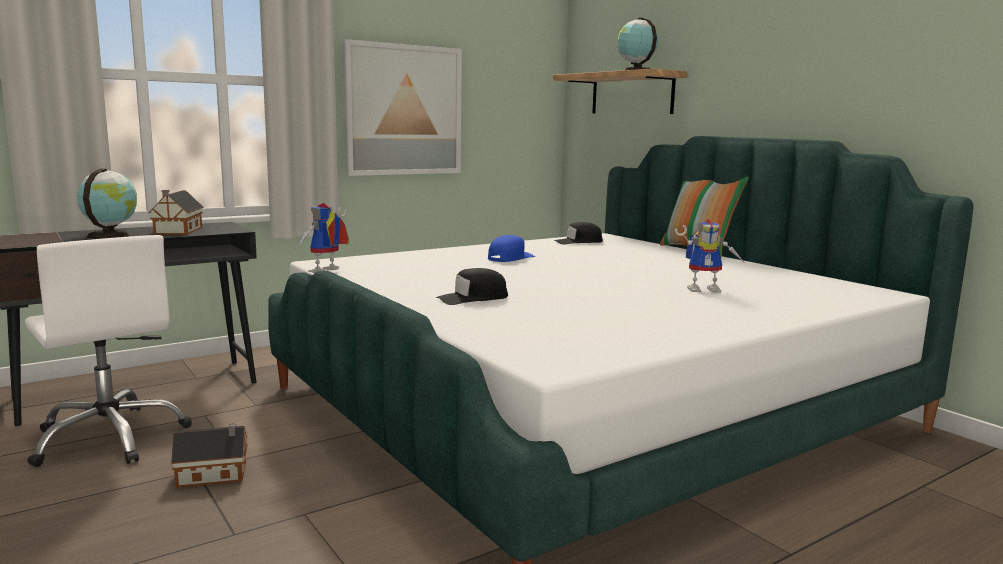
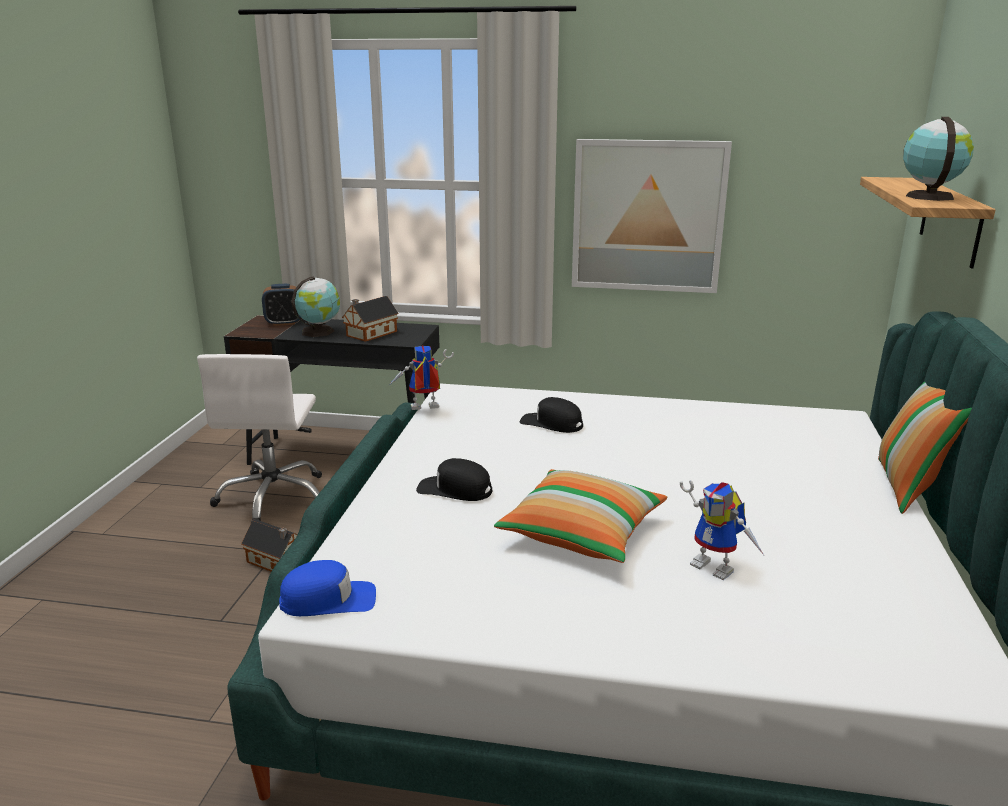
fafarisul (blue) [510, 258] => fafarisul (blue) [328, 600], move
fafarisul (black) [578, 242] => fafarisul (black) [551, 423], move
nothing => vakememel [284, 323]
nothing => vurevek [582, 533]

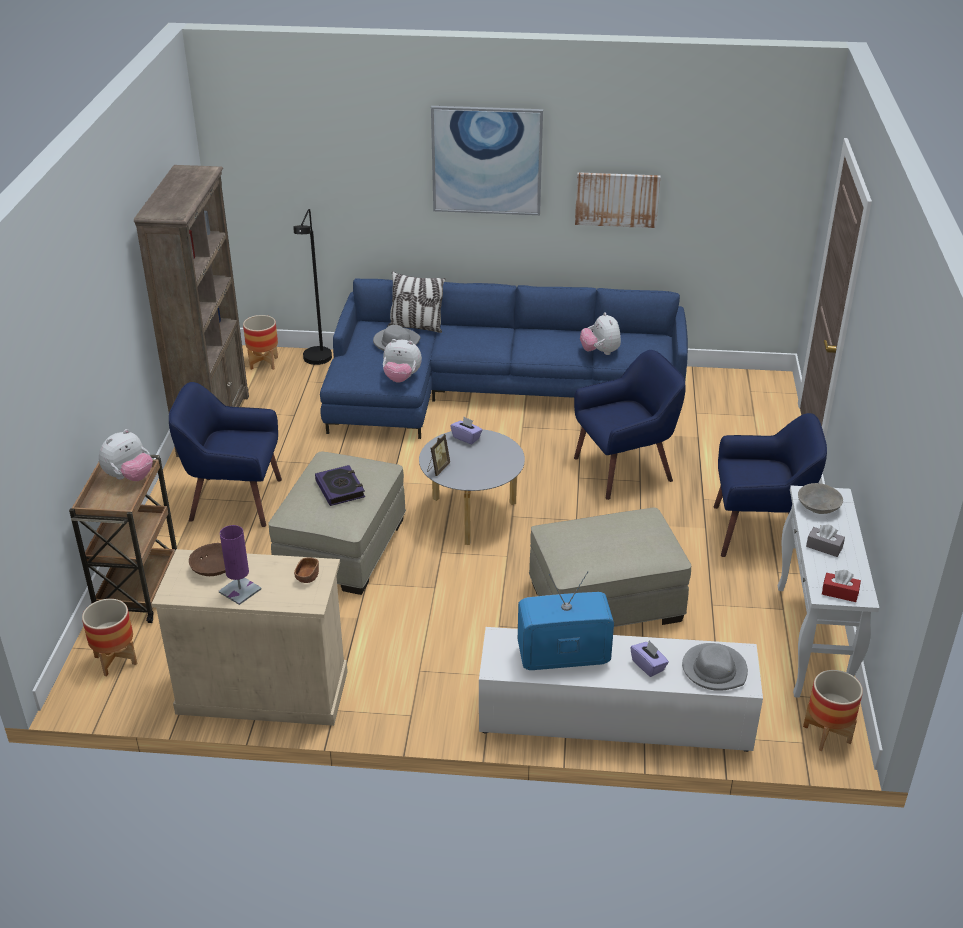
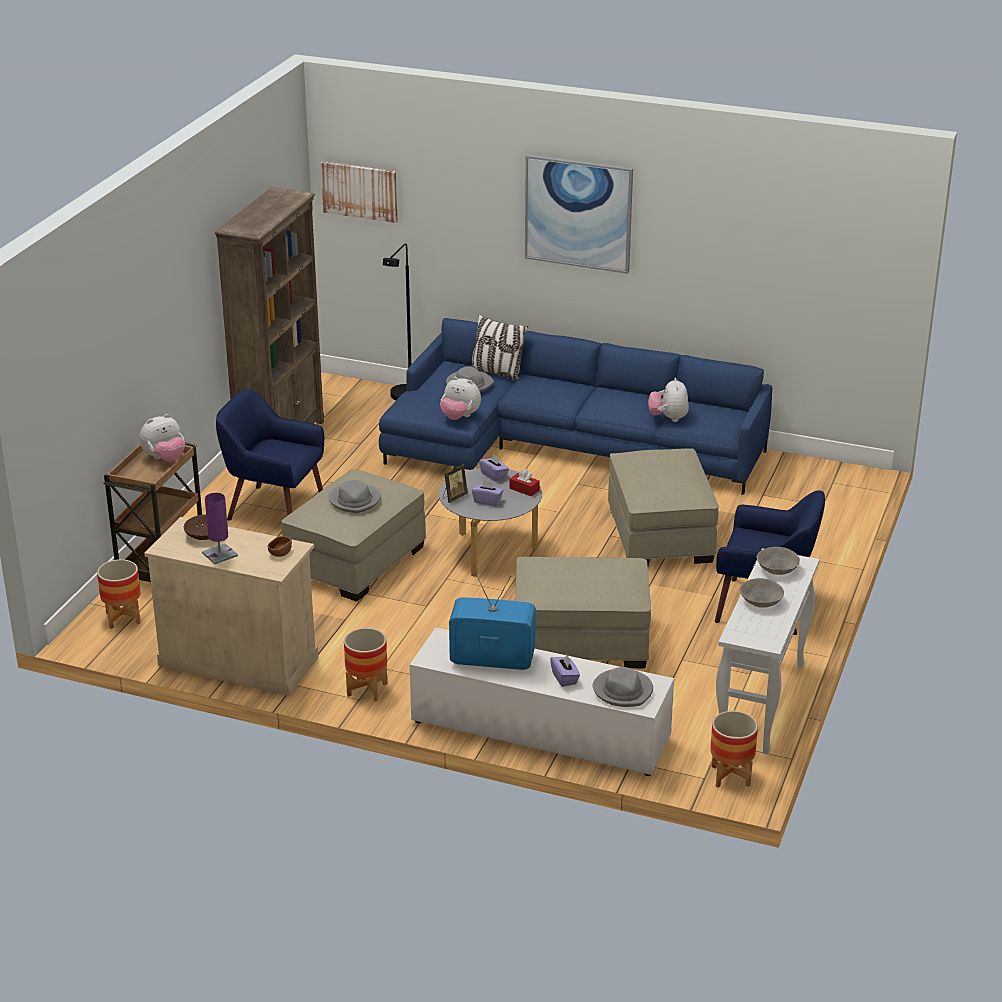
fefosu [263, 363] => fefosu [367, 689], move
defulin [340, 489] => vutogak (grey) [355, 500]
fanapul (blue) [624, 469] => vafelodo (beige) [660, 535]
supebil [617, 199] => supebil [360, 191], move
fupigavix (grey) [824, 547] => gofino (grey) [760, 601]
fupigavix (red) [839, 592] => fupigavix (red) [524, 489], move
nothing => fupigavix (purple) [487, 501]

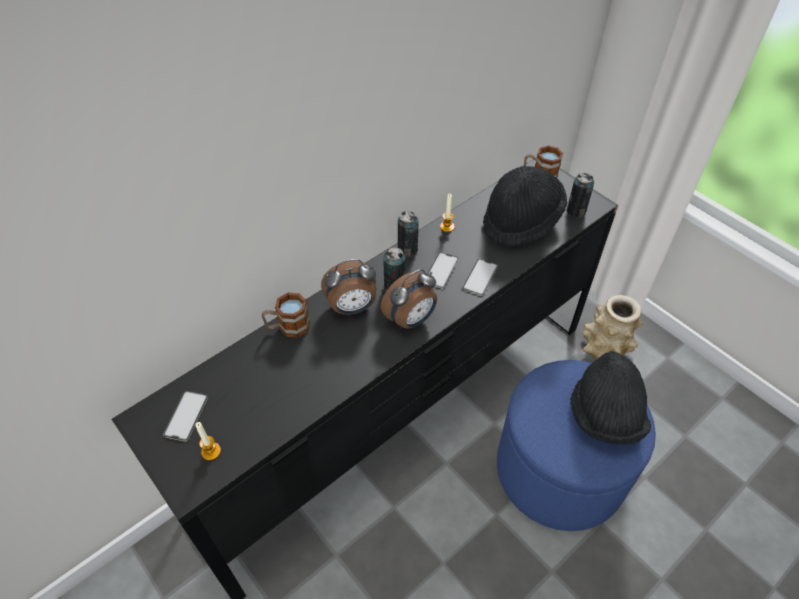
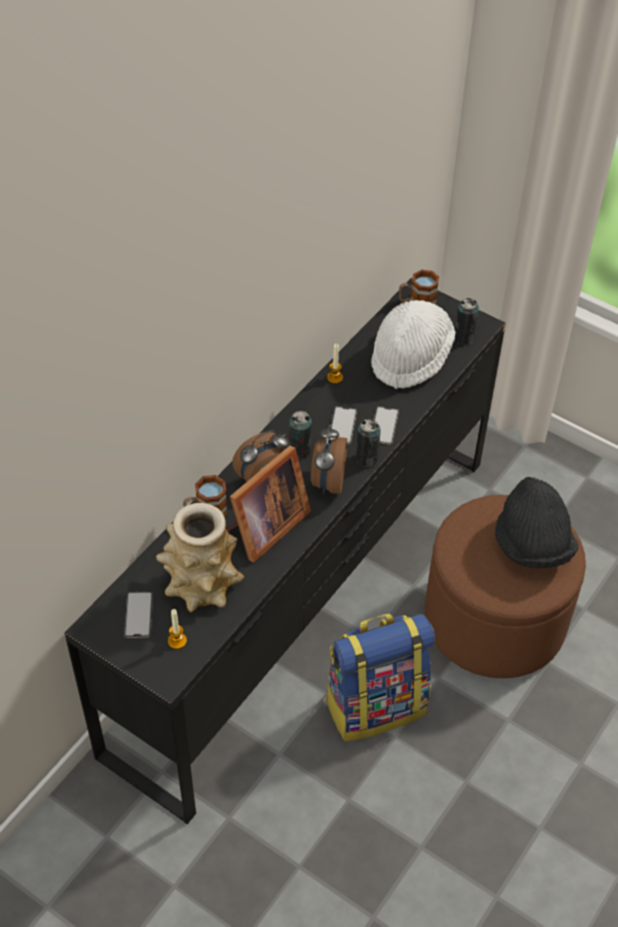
vakememel [411, 320] => vakememel [327, 482], 150 degrees clockwise
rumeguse [407, 250] => rumeguse [367, 458], move
vutogak (black) [521, 221] => vutogak (white) [410, 358]
vafelodo (blue) [560, 470] => vafelodo (brown) [494, 619]
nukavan [604, 349] => nukavan [201, 585], move
nothing => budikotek [263, 528]
nothing => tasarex [376, 705]

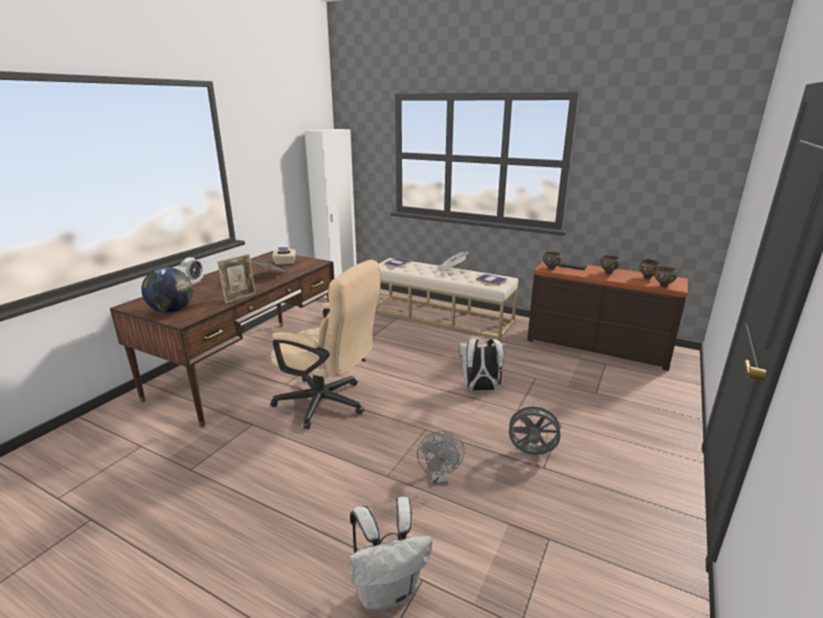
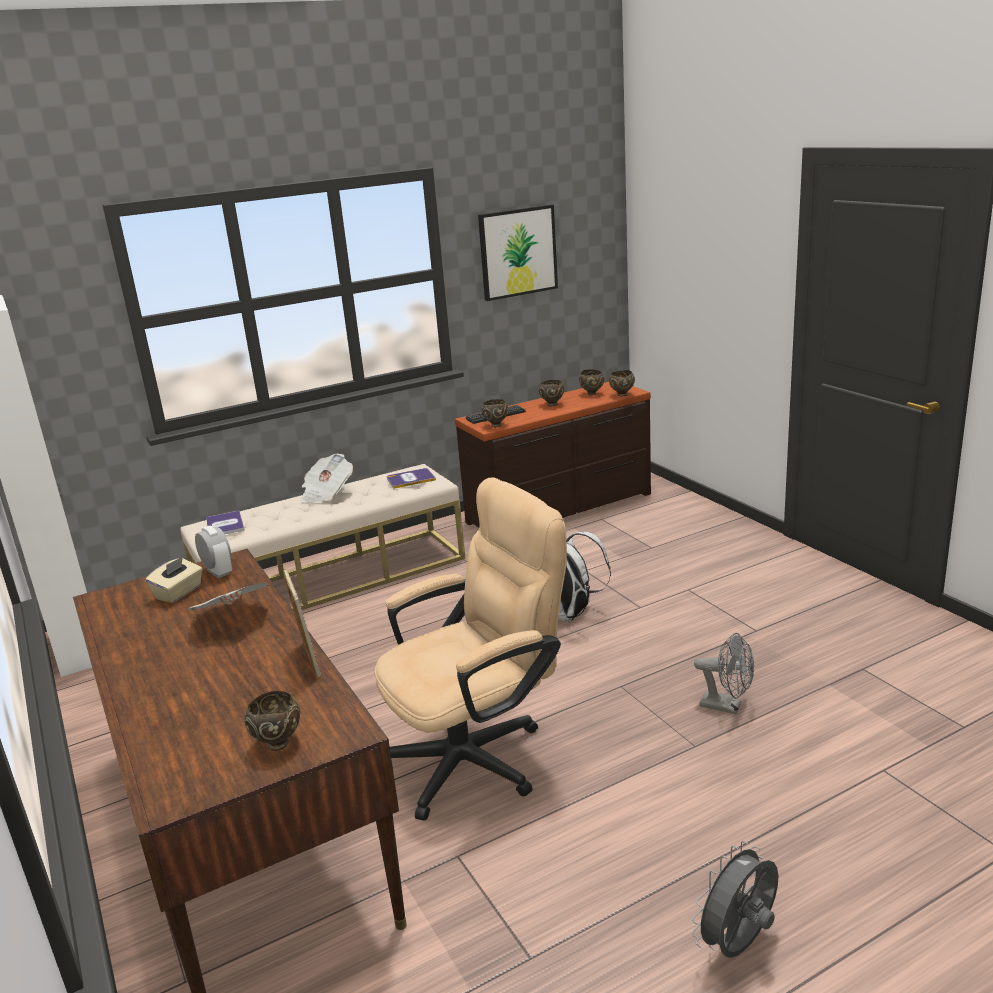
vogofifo [172, 311] => gofino (brown) [278, 743]
vakememel [193, 283] => vakememel [218, 572], move
tasarex (white) [388, 591] => nothing
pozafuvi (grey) [531, 453] => pozafuvi (grey) [739, 945], move
nothing => supebil [518, 252]

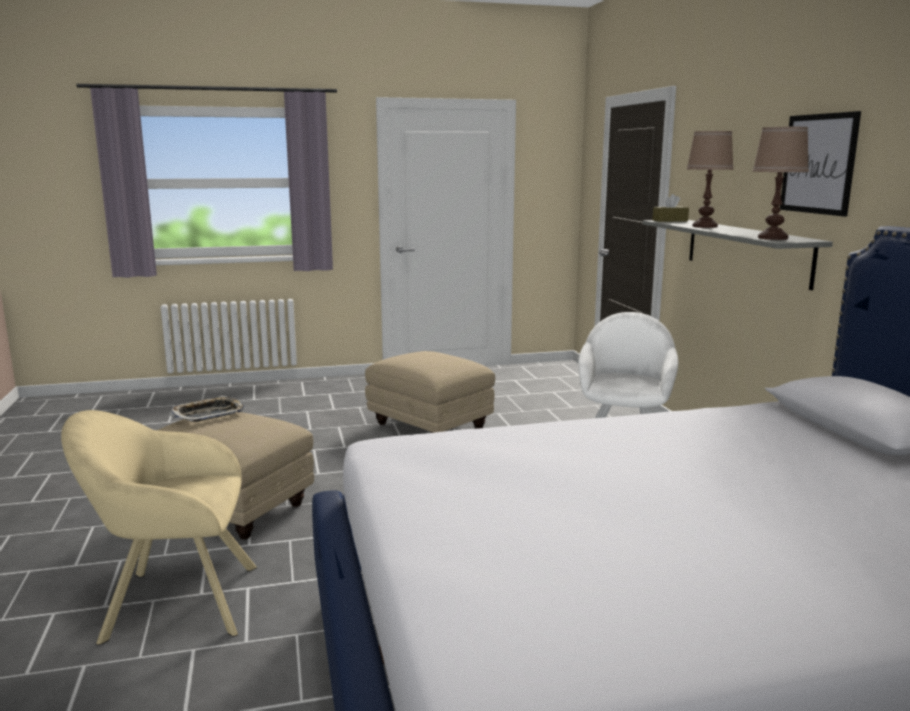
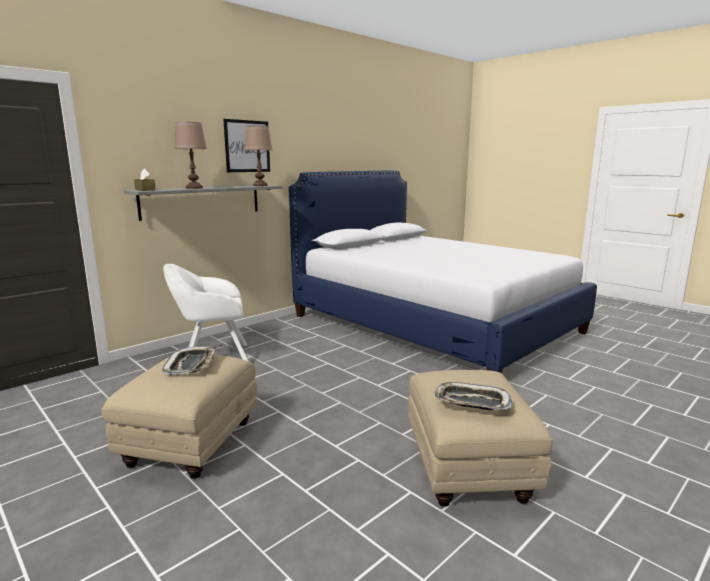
fanapul (beige) [173, 602] => nothing
nothing => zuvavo [191, 365]

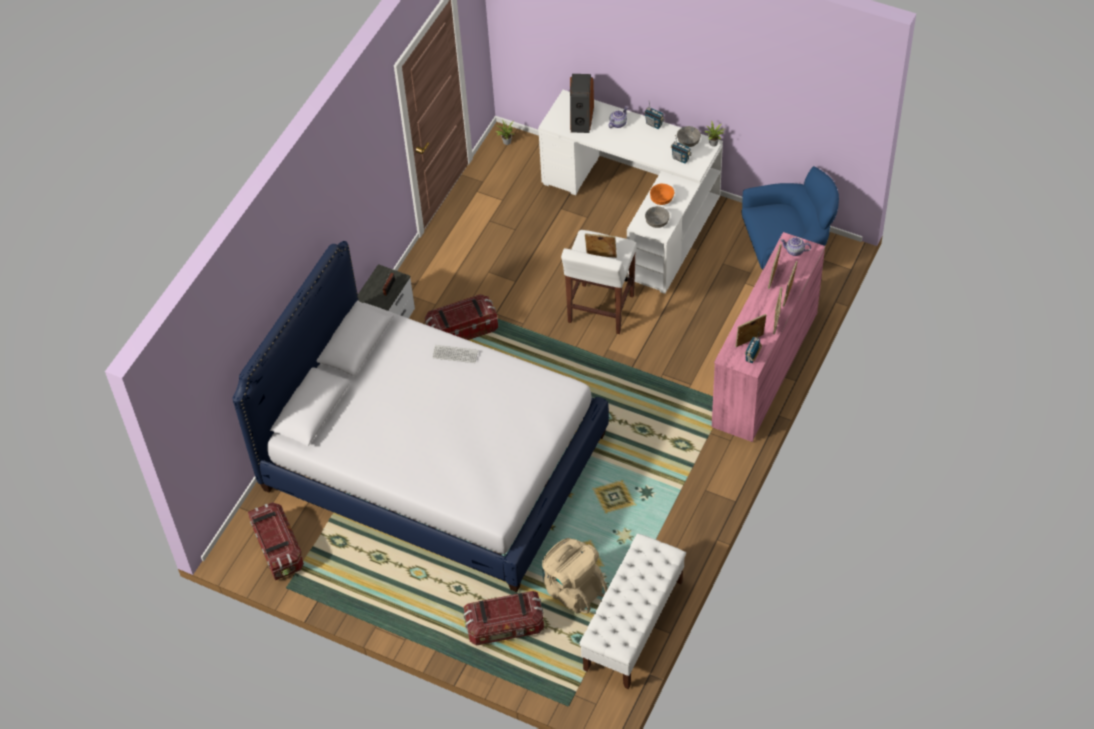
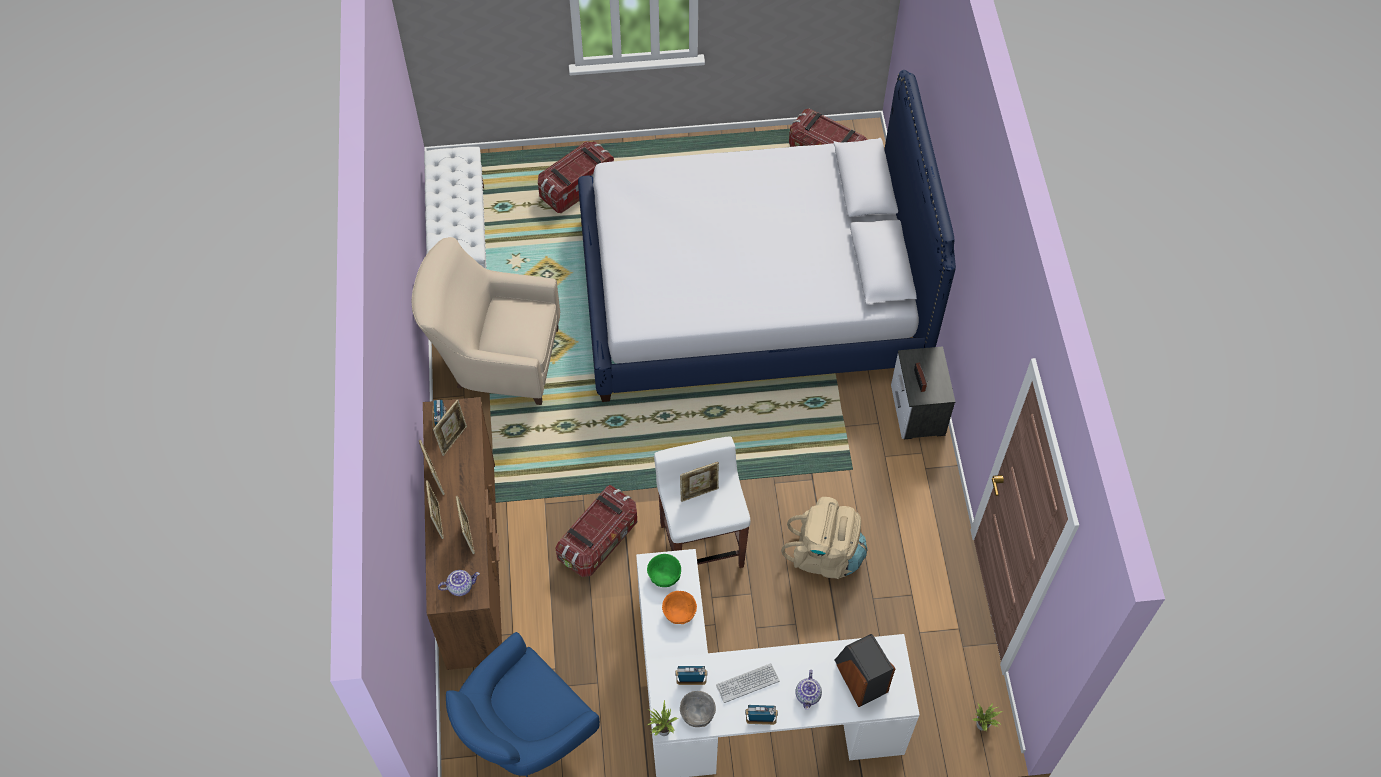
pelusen [462, 330] => pelusen [599, 540], move
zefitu [455, 354] => zefitu [747, 683], move
tasarex (beige) [572, 589] => tasarex (beige) [825, 555], move
gofino (grey) [656, 223] => gofino (green) [665, 575]
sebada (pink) [764, 369] => sebada (brown) [473, 563]
nothing => fanapul (beige) [495, 359]

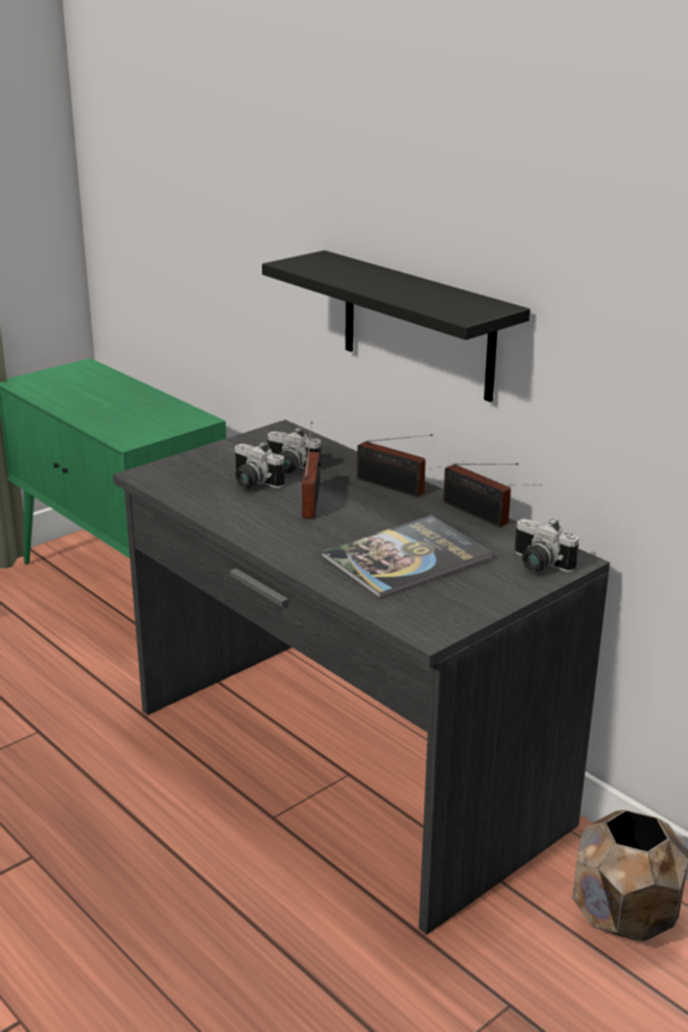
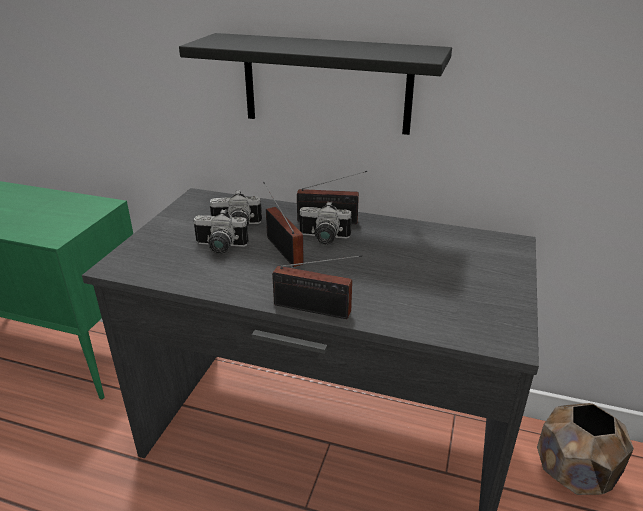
defulin [407, 558] => nothing
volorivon [478, 514] => volorivon [316, 310], move
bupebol [537, 565] => bupebol [323, 239], move

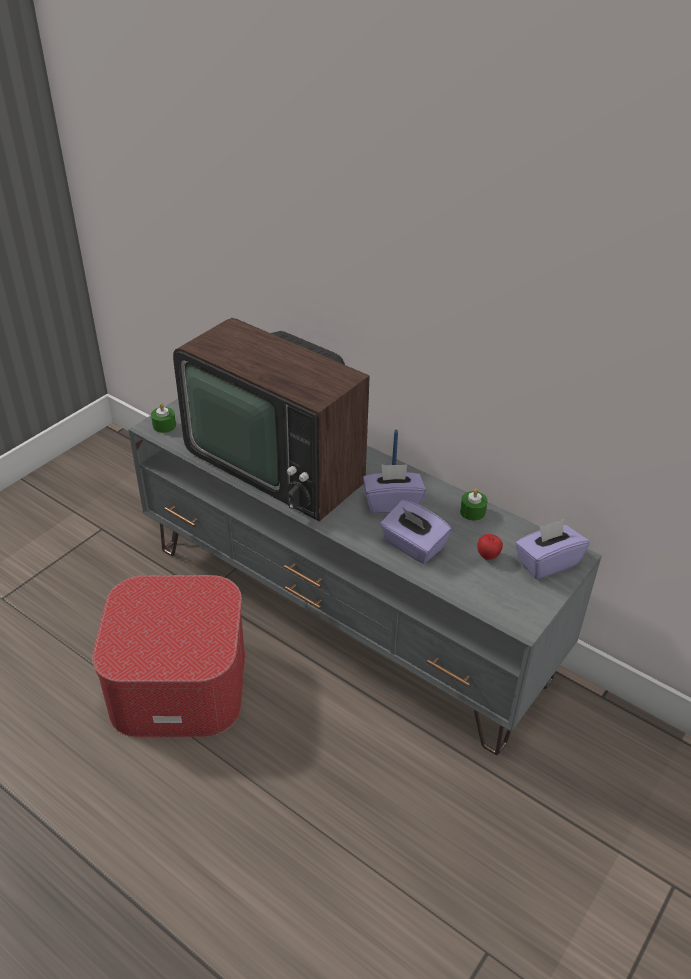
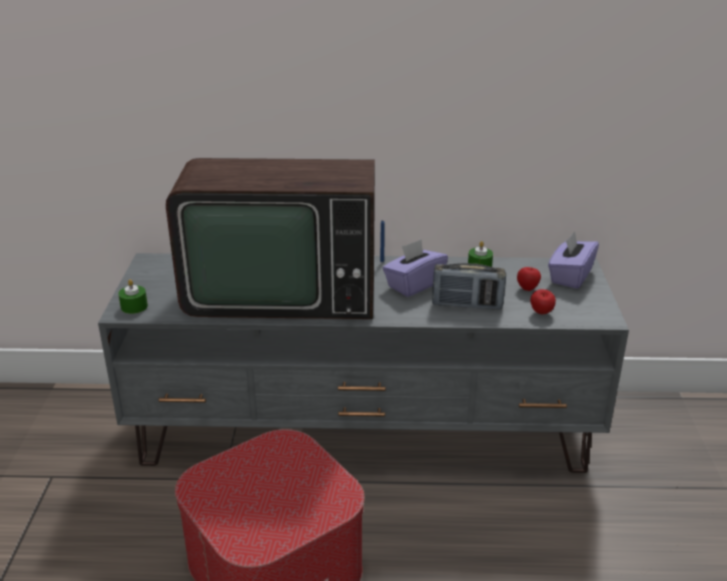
fupigavix (purple) [413, 546] => volorivon [467, 305]
nothing => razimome [541, 313]

